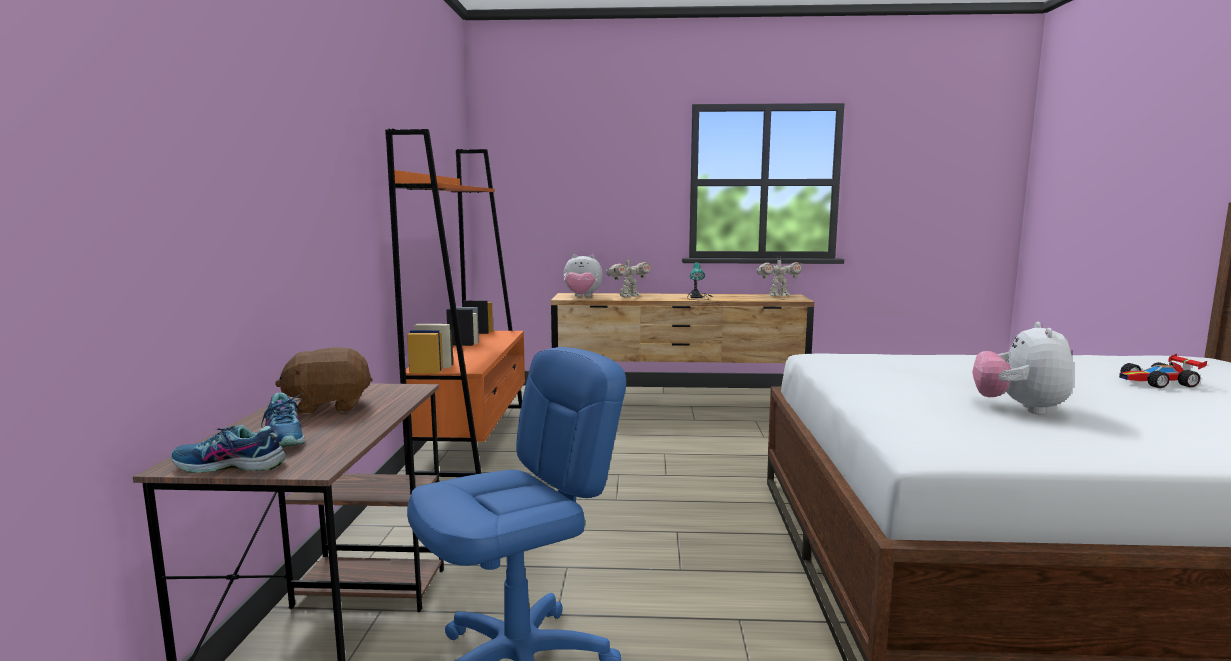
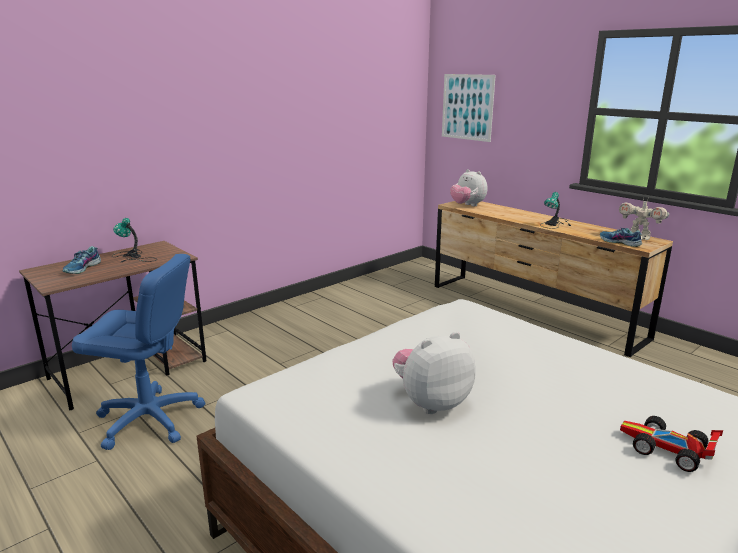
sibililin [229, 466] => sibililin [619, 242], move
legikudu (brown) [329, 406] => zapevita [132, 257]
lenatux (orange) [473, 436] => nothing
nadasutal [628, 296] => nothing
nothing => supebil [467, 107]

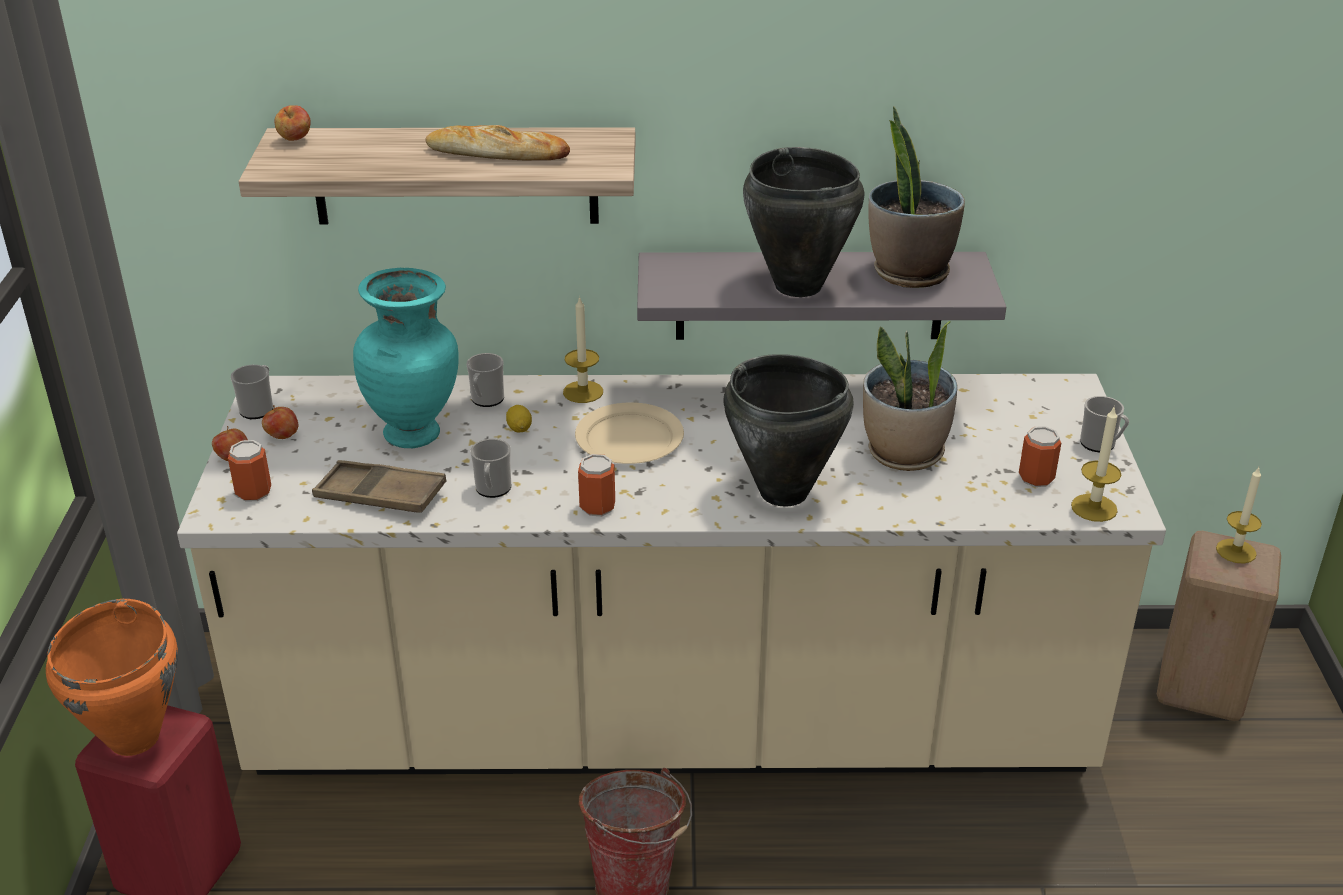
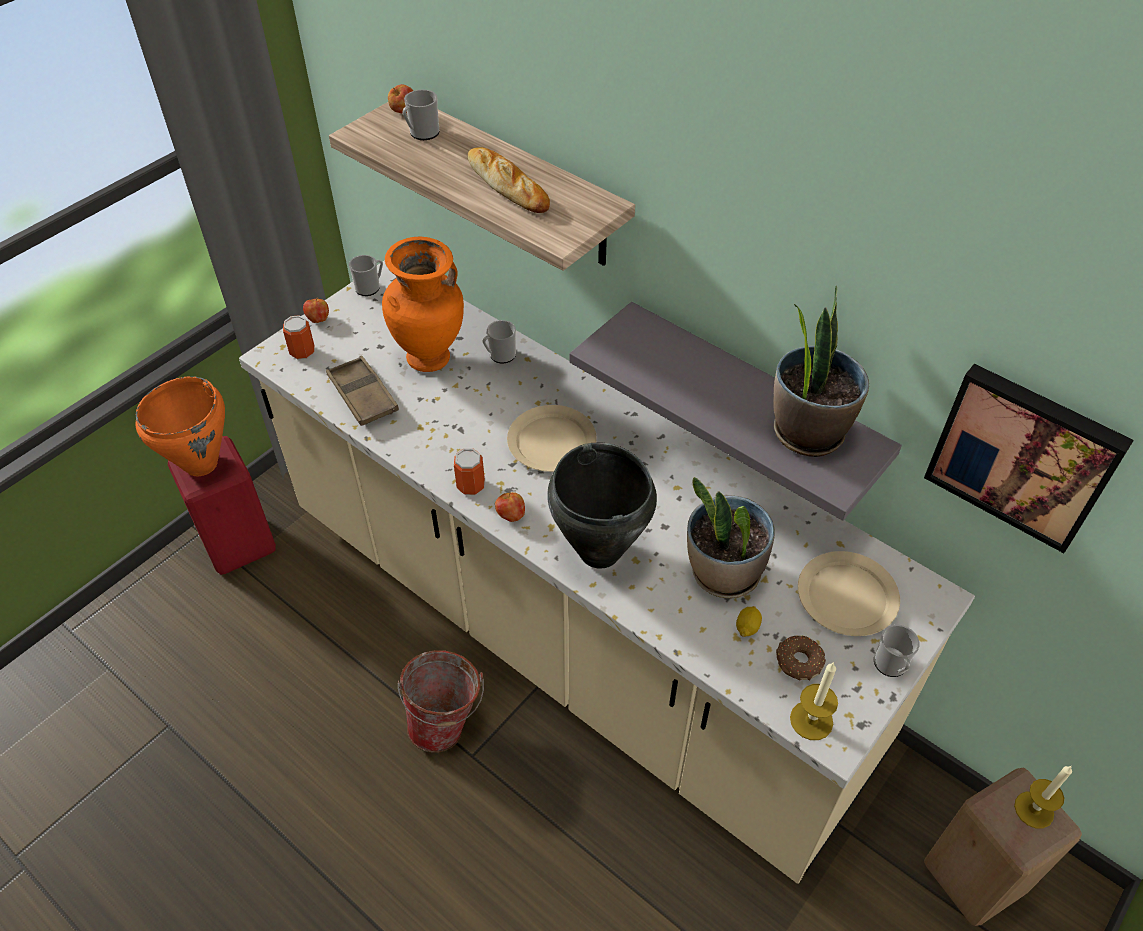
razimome [282, 437] => razimome [510, 515], move
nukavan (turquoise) [415, 435] => nukavan (orange) [430, 360]
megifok [492, 490] => megifok [422, 134], move
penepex [519, 428] => penepex [747, 627], move
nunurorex [583, 392] => nothing
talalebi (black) [797, 286] => nothing
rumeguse [1036, 478] => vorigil [798, 662]
nothing => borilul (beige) [848, 596]
nothing => supebil [1024, 454]

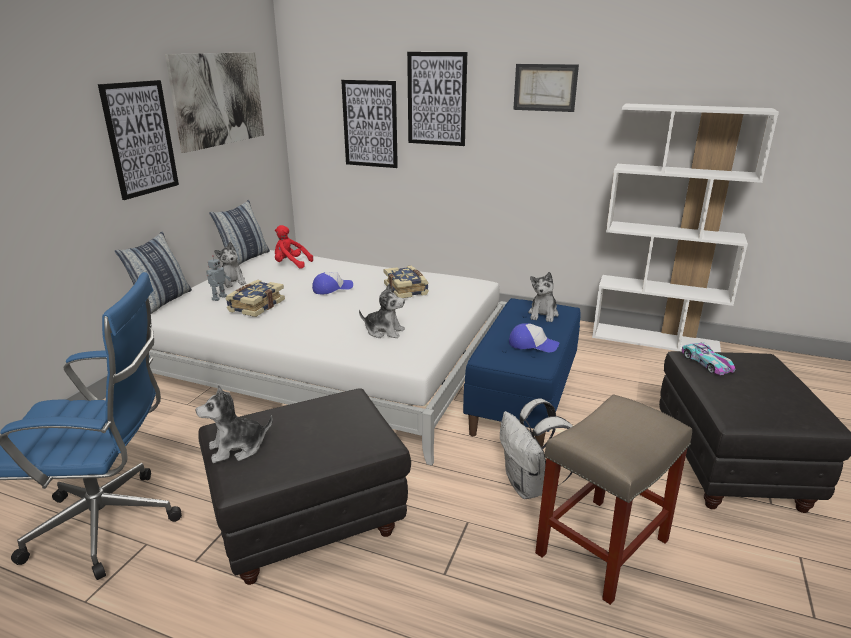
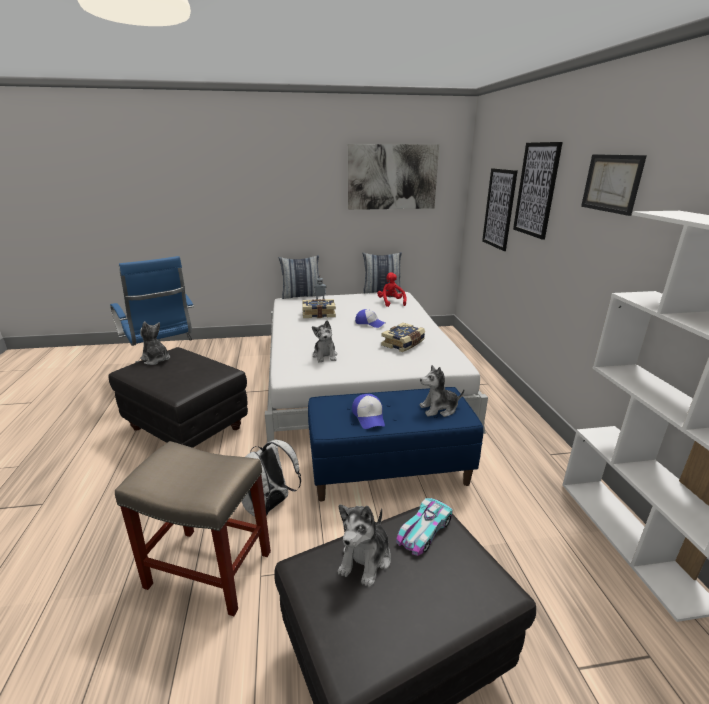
supebil [140, 139] => nothing
legikudu [232, 281] => legikudu [365, 559], move

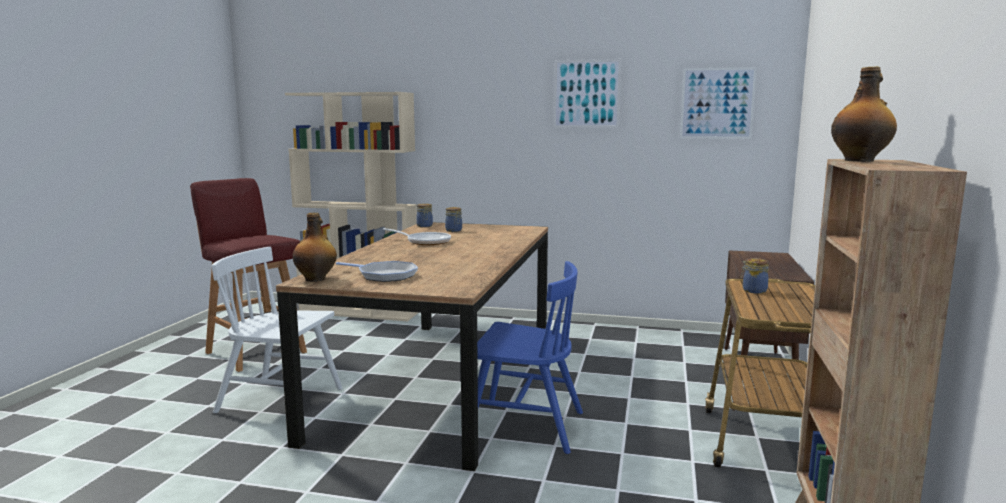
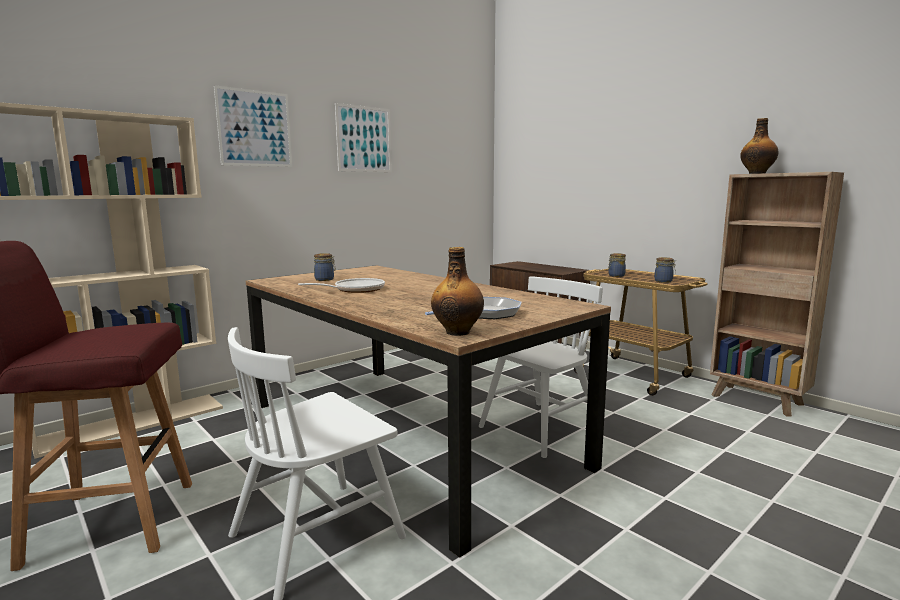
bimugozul [424, 226] => bimugozul [664, 281], move
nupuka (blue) [525, 426] => nupuka (white) [540, 428]
supebil [717, 103] => supebil [255, 128], move

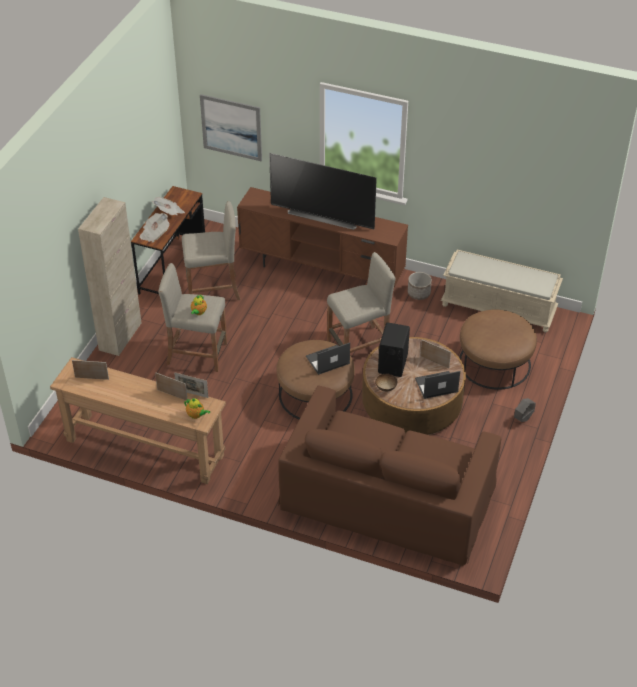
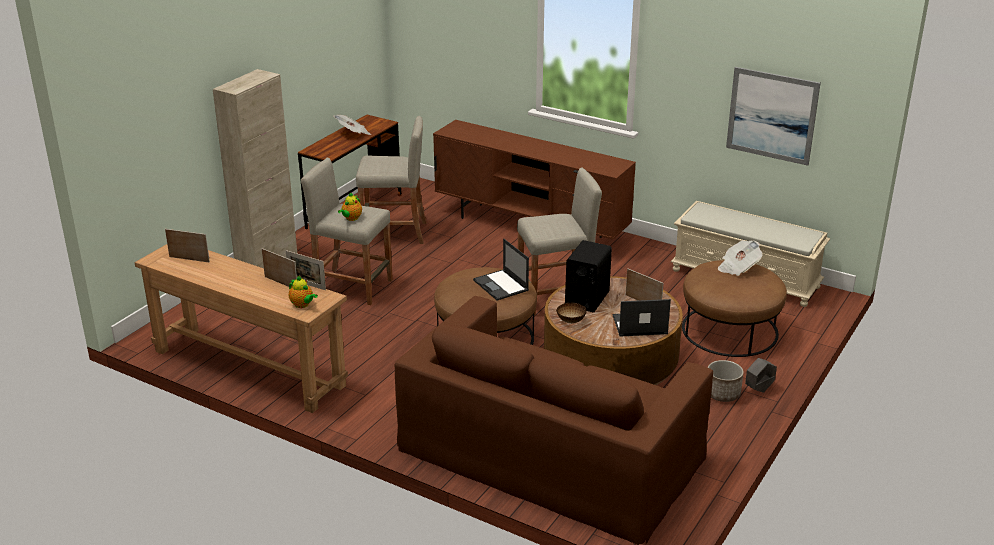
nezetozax [154, 234] => nezetozax [738, 267], move
supebil [231, 127] => supebil [772, 115], move
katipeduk [323, 216] => nothing
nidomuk [327, 360] => nidomuk [501, 285], 105 degrees counterclockwise
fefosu [419, 293] => fefosu [722, 393], move

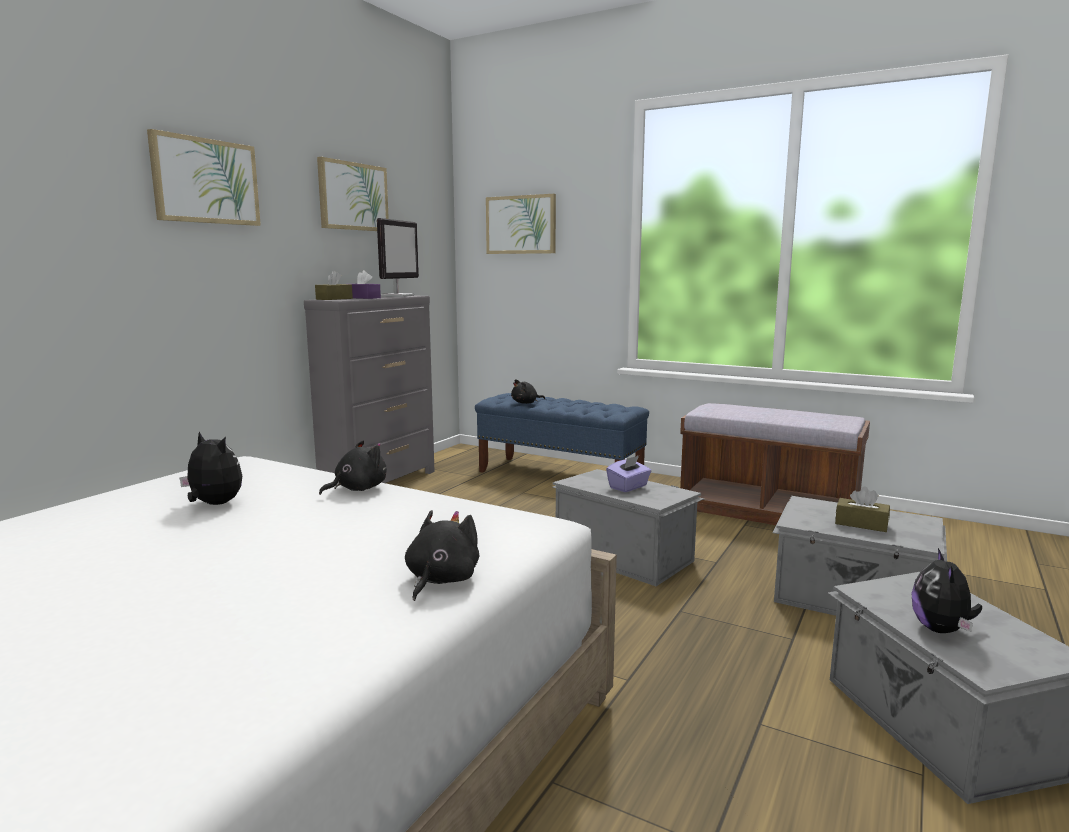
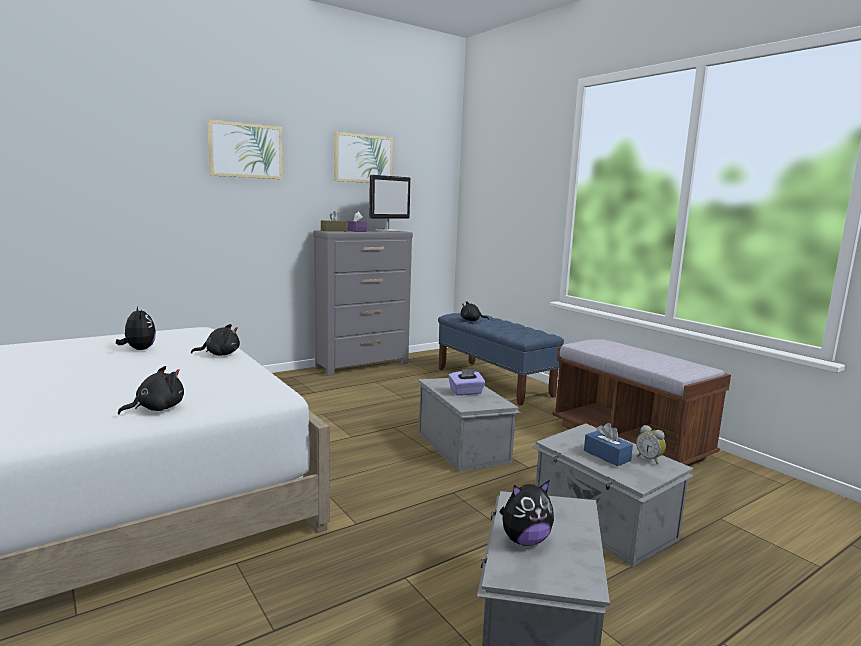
supebil [521, 225] => nothing
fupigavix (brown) [861, 524] => fupigavix (blue) [606, 455]
legikudu [941, 630] => legikudu [524, 540], 150 degrees counterclockwise
nothing => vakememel [649, 459]

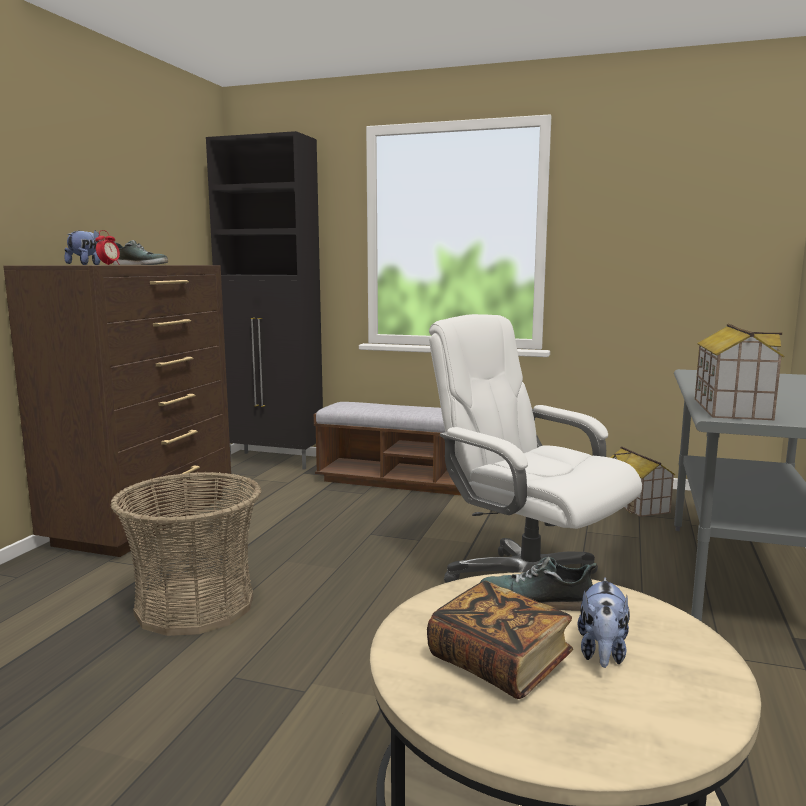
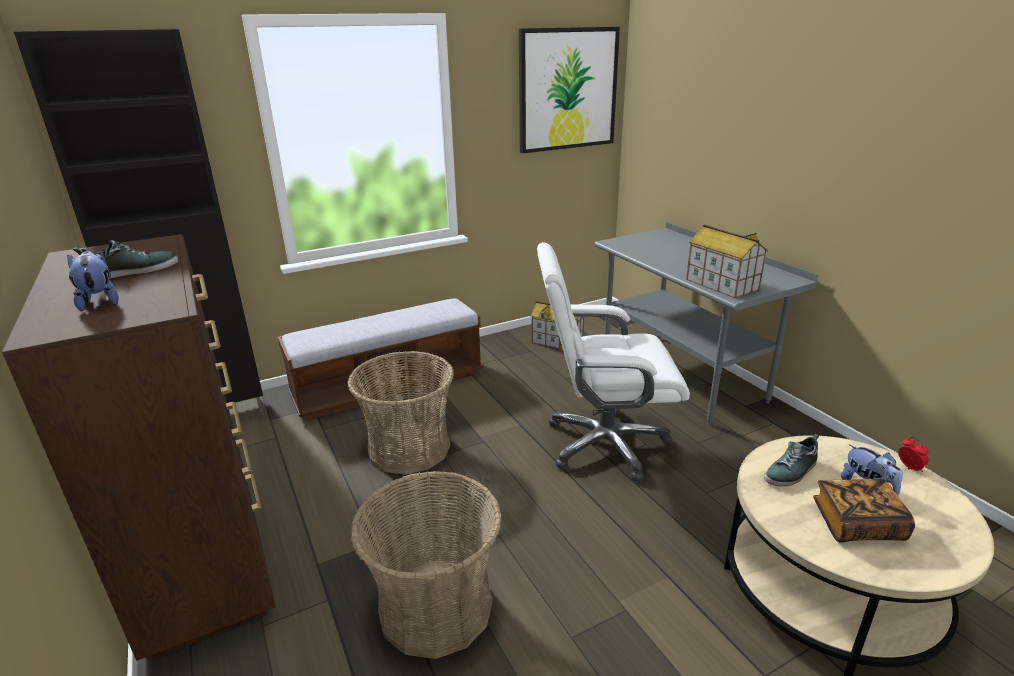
vakememel [109, 265] => vakememel [909, 468], move
nothing => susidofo [409, 448]
nothing => supebil [568, 89]

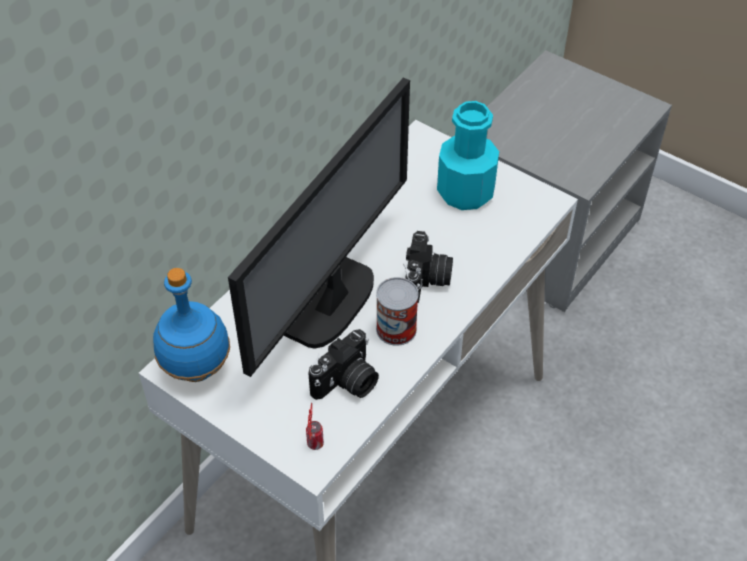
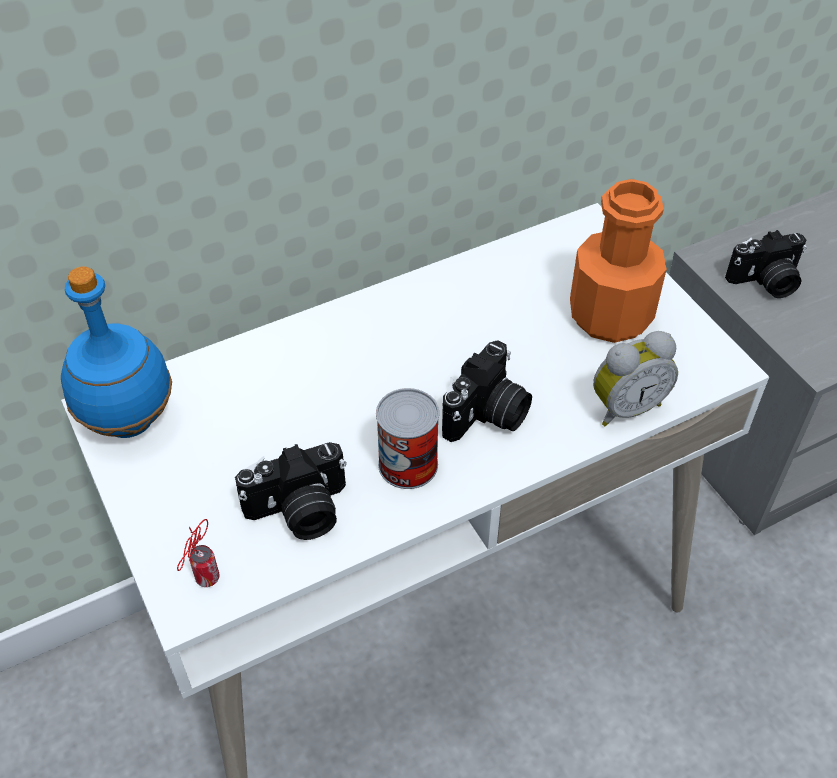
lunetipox [332, 304] => nothing
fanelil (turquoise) [465, 192] => fanelil (orange) [610, 316]
nothing => vakememel [625, 406]
nothing => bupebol [766, 282]

